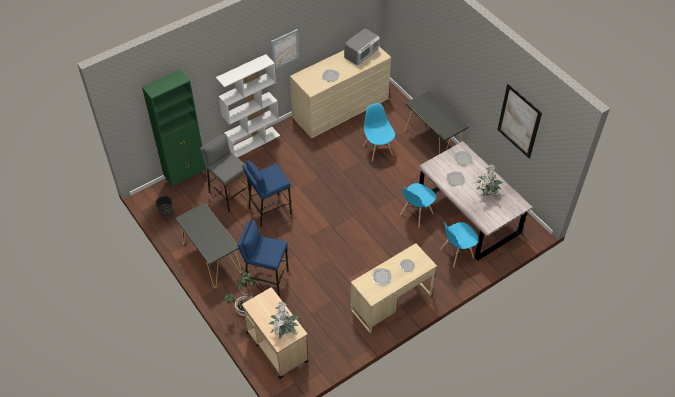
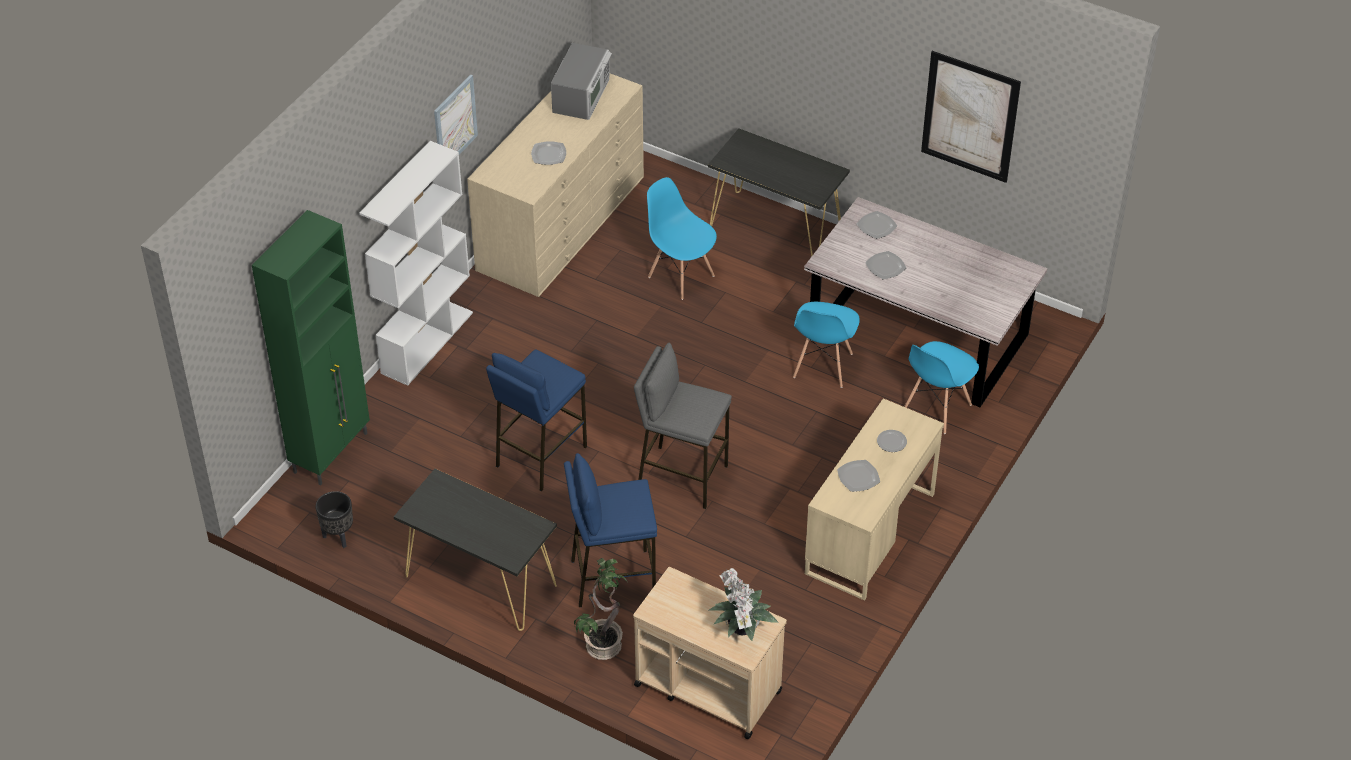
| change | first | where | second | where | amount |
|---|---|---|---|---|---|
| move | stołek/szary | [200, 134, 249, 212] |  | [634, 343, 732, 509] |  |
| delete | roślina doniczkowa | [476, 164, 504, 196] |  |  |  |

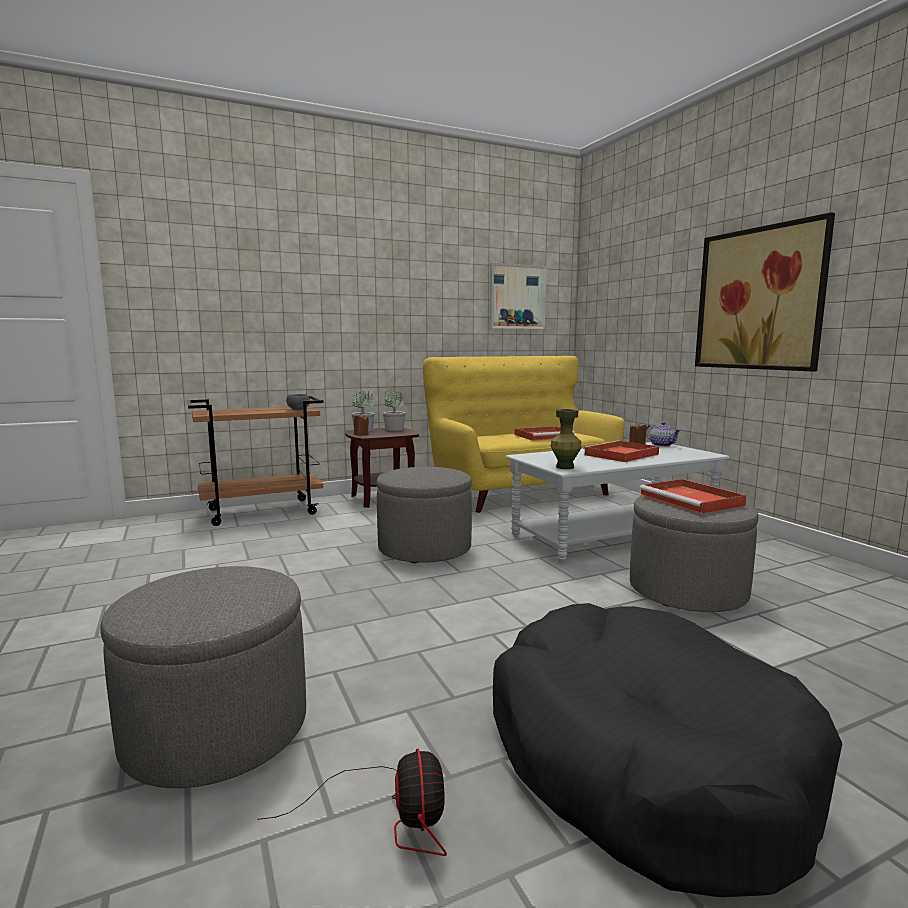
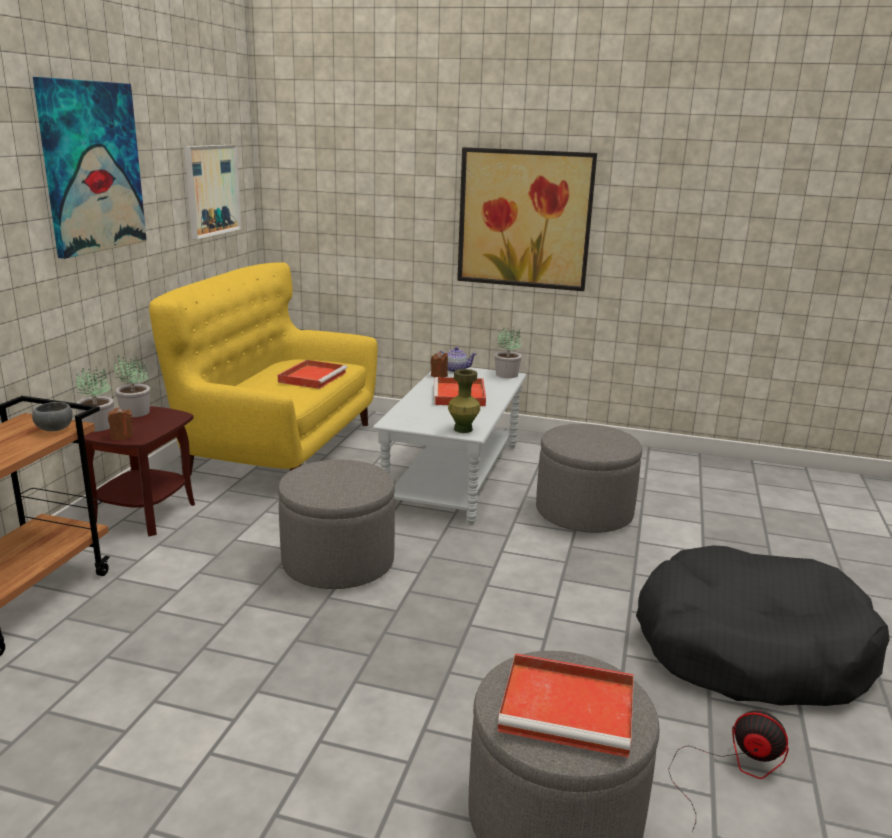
| change | first | where | second | where | amount |
|---|---|---|---|---|---|
| insert |  |  | obraz | [33, 77, 147, 259] |  |
| insert |  |  | roślina doniczkowa | [495, 327, 522, 378] |  |
| move | taca/czerwony | [639, 479, 747, 514] |  | [497, 653, 634, 758] |  |

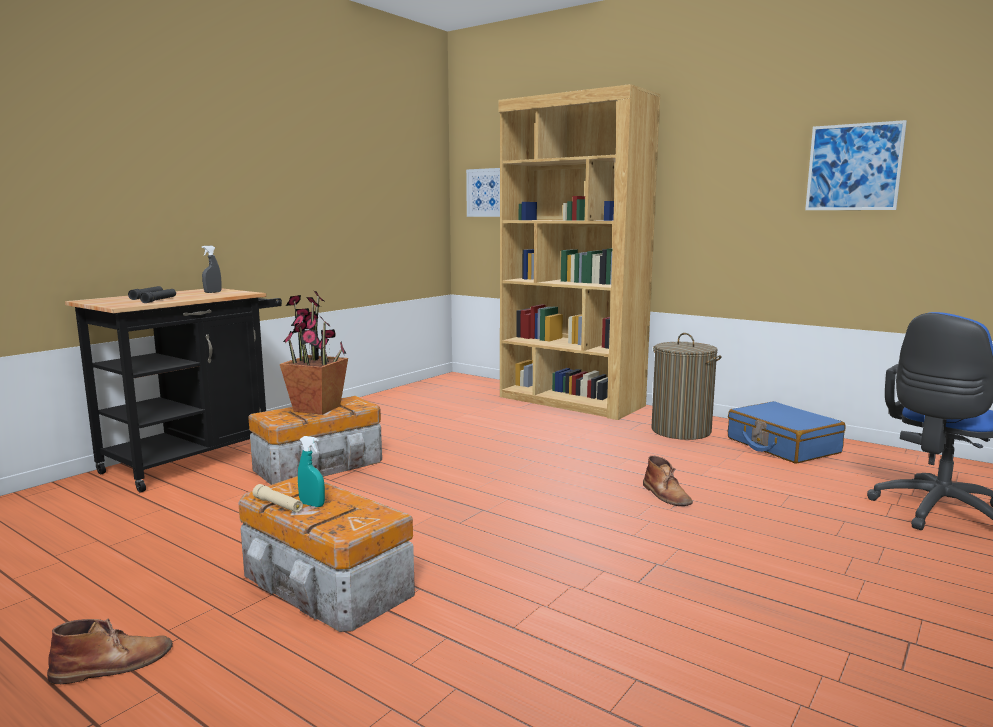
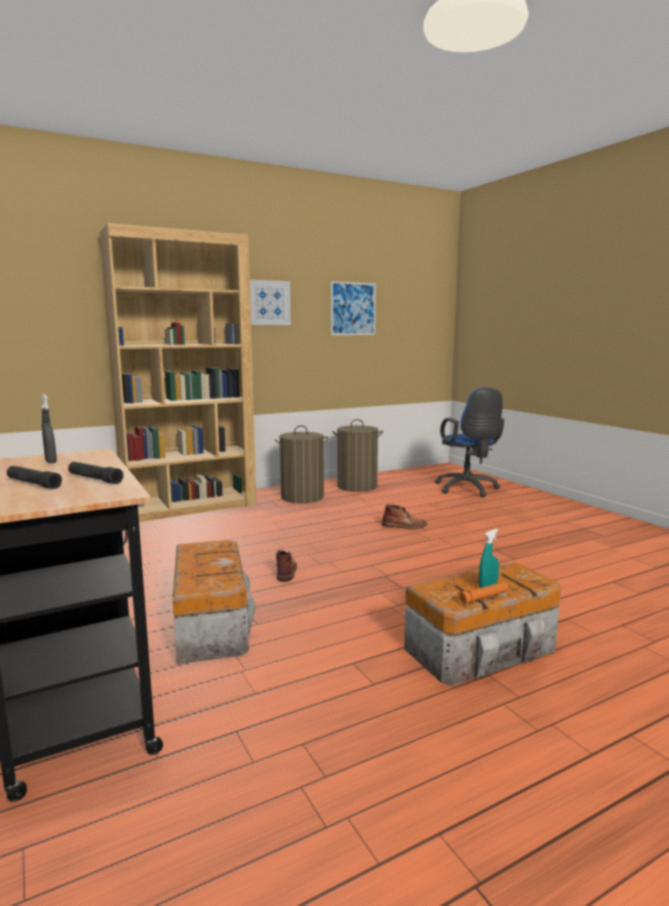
| change | first | where | second | where | amount |
|---|---|---|---|---|---|
| move | obraz | [466, 168, 500, 217] |  | [250, 280, 291, 325] |  |
| move | but z cholewką/brązowy | [47, 619, 173, 684] |  | [276, 550, 297, 582] |  |
| replace | walizka/niebieski | [728, 401, 845, 464] | kosz na pranie | [332, 419, 383, 492] |  |
| recolor | latarka/beżowy | [253, 484, 303, 513] | latarka/pomarańczowy | [458, 582, 509, 605] |  |
| delete | roślina doniczkowa | [280, 291, 348, 415] |  |  |  |

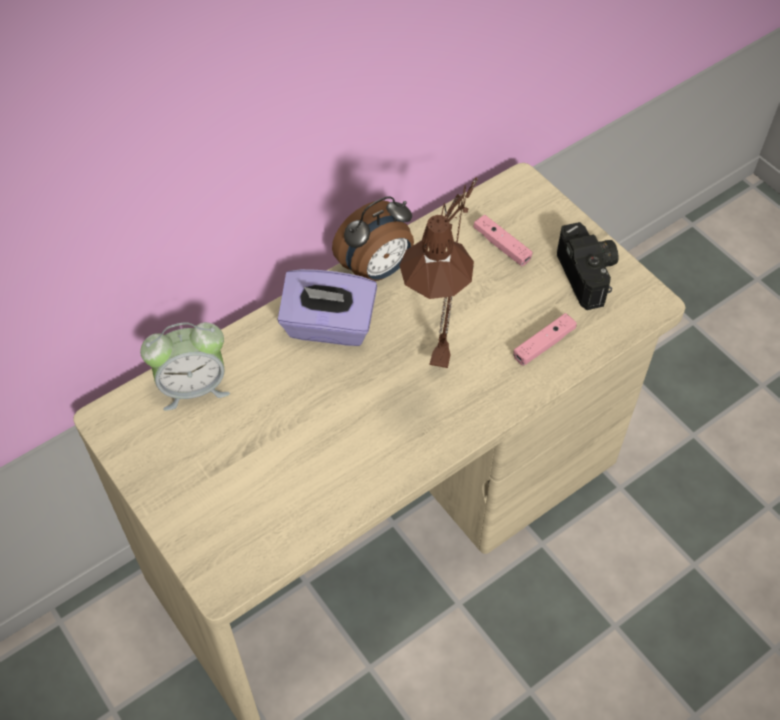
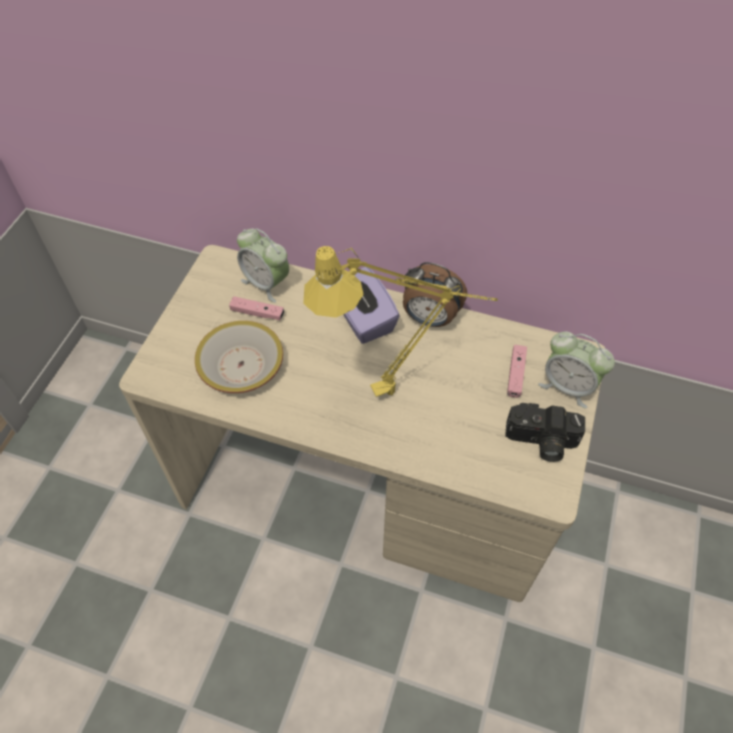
| change | first | where | second | where | amount |
|---|---|---|---|---|---|
| insert |  |  | miska | [195, 321, 283, 393] |  |
| move | pad do gier/różowy | [513, 313, 577, 366] |  | [229, 296, 284, 321] |  |
| recolor | lampa stołowa/brązowy | [399, 177, 478, 369] | lampa stołowa/żółty | [303, 246, 498, 397] |  |
| rotate | aparat fotograficzny | [557, 222, 618, 310] |  | [505, 403, 585, 462] | 60 degrees clockwise |
| insert |  |  | budzik | [538, 332, 615, 408] |  |

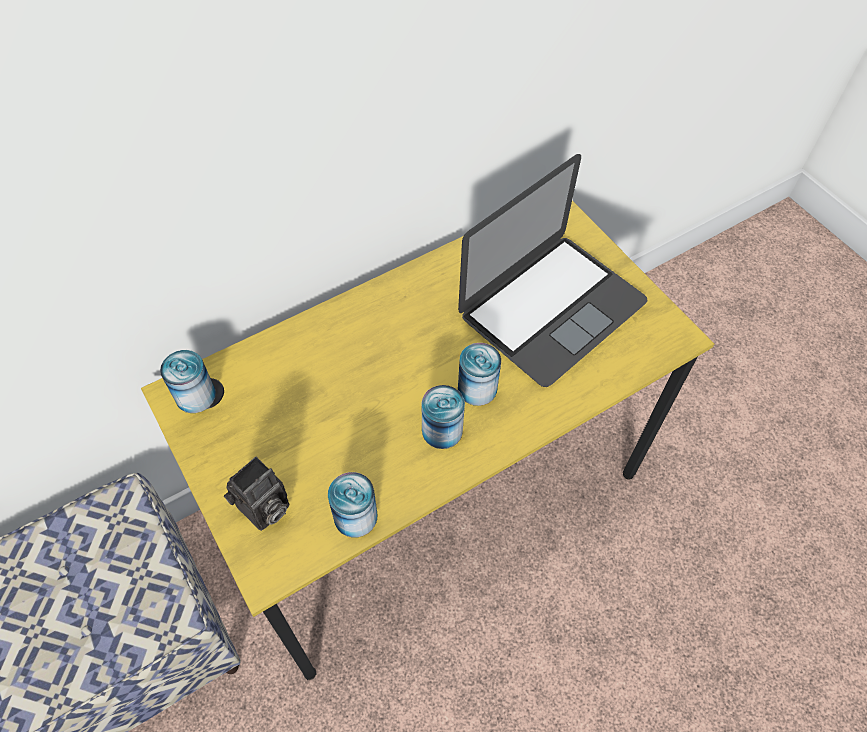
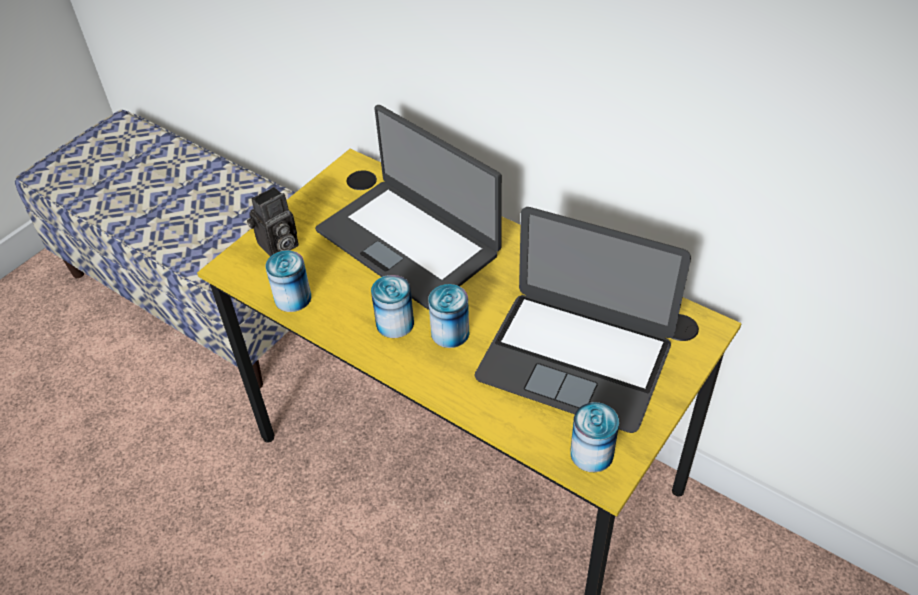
| change | first | where | second | where | amount |
|---|---|---|---|---|---|
| rotate | aparat fotograficzny | [224, 457, 289, 531] |  | [247, 187, 299, 257] | 60 degrees counterclockwise |
| insert |  |  | laptop | [315, 105, 502, 310] |  |
| move | puszka | [160, 350, 216, 413] |  | [570, 402, 619, 472] |  |

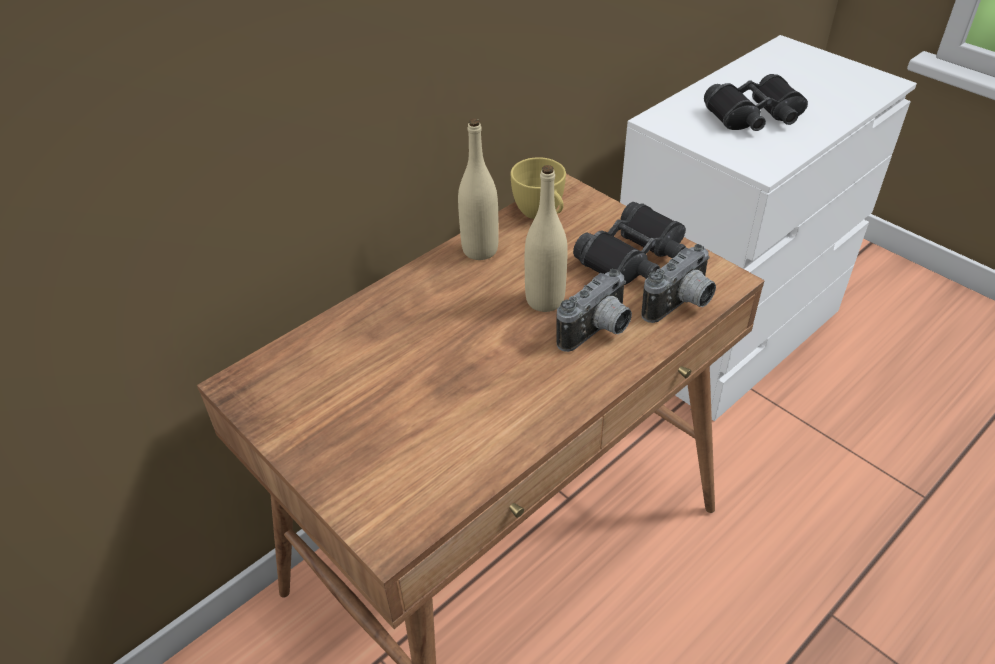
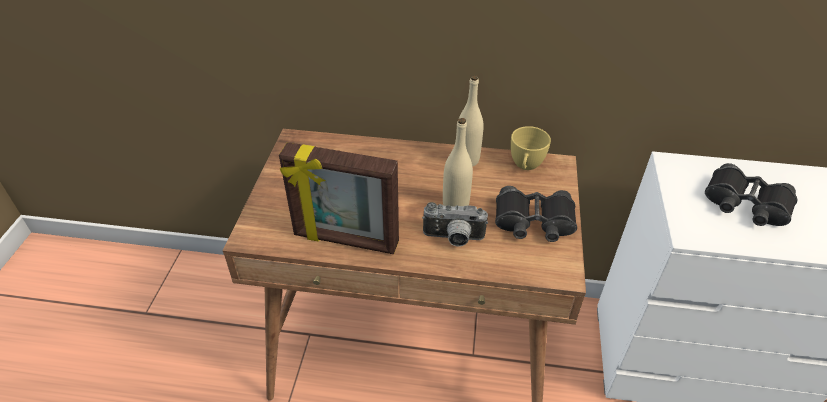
| change | first | where | second | where | amount |
|---|---|---|---|---|---|
| insert |  |  | ramka na zdjęcie | [279, 142, 399, 254] |  |
| delete | aparat fotograficzny | [641, 244, 716, 323] |  |  |  |

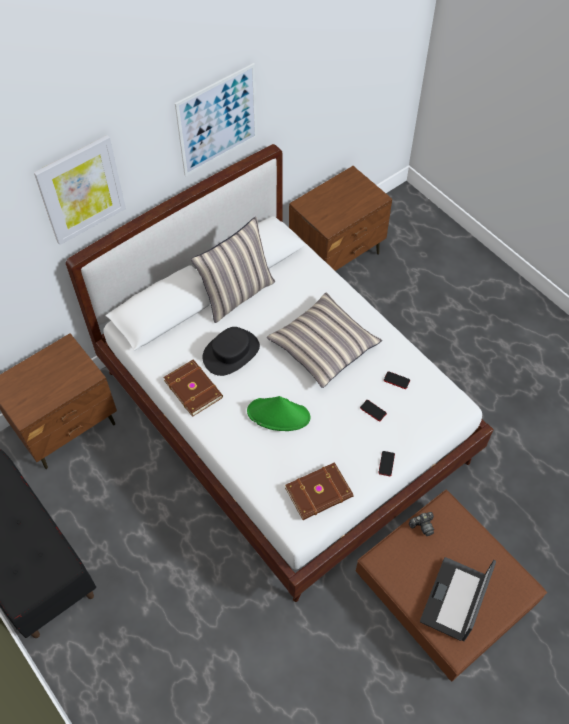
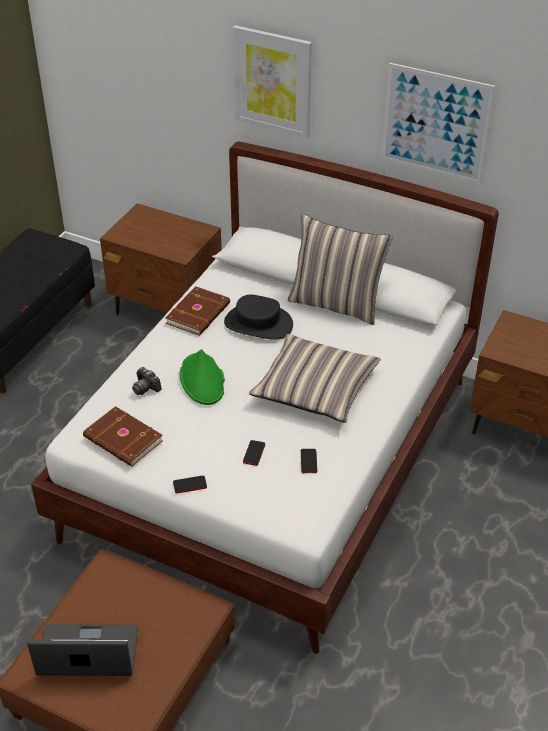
| change | first | where | second | where | amount |
|---|---|---|---|---|---|
| move | aparat fotograficzny | [409, 512, 434, 536] |  | [132, 367, 162, 395] |  |

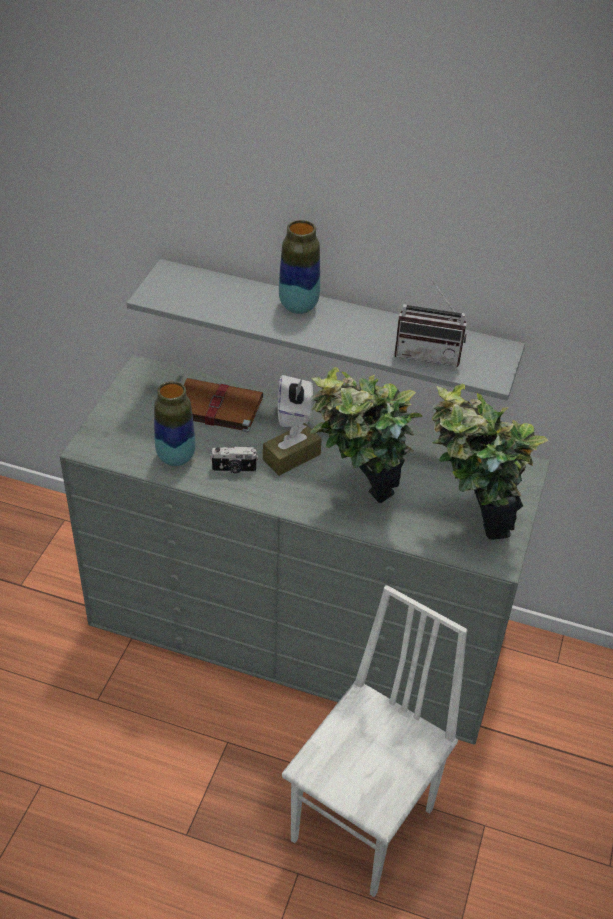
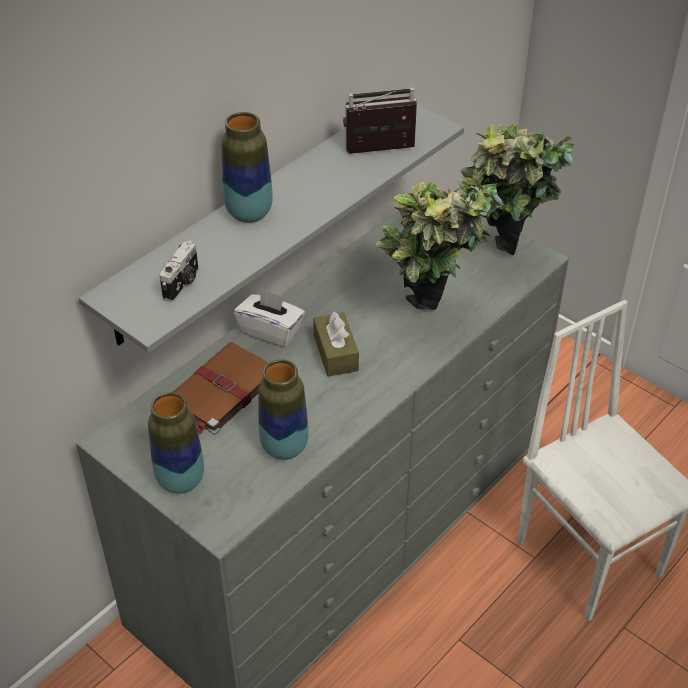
| change | first | where | second | where | amount |
|---|---|---|---|---|---|
| insert |  |  | wazon | [148, 392, 204, 494] |  |
| move | aparat fotograficzny | [210, 447, 258, 473] |  | [159, 241, 199, 302] |  |
| rotate | radio | [394, 280, 467, 367] |  | [343, 88, 417, 154] | 135 degrees counterclockwise |

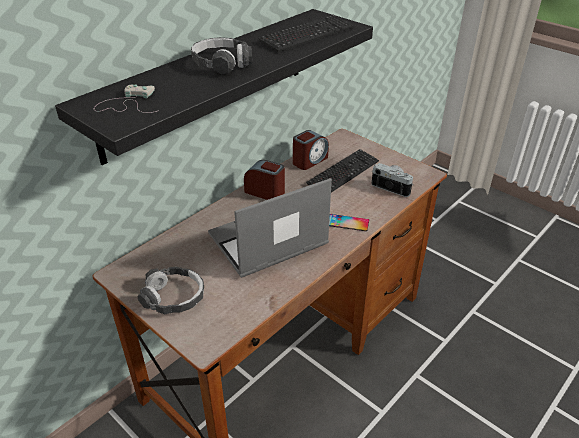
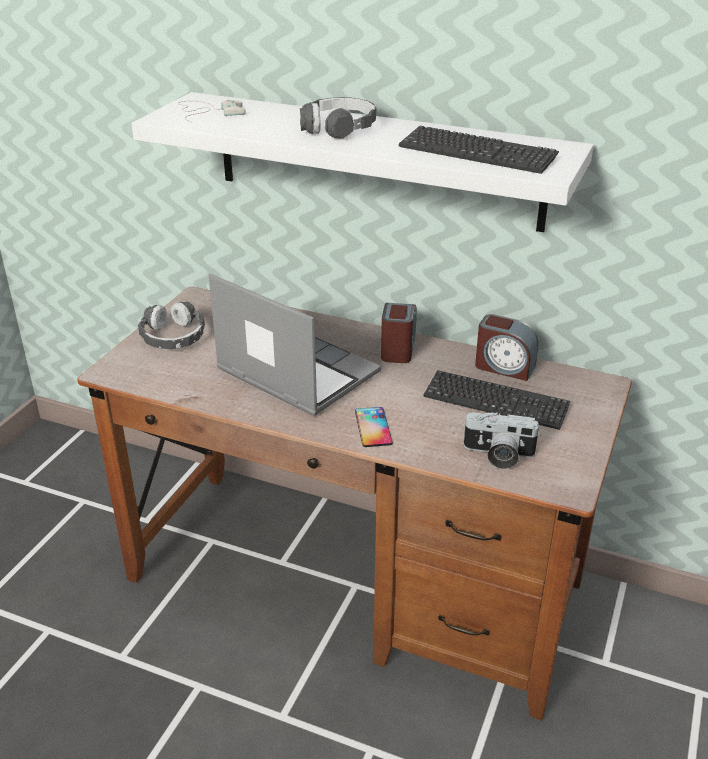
| change | first | where | second | where | amount |
|---|---|---|---|---|---|
| recolor | półka/czarny | [55, 9, 373, 165] | półka/biały | [131, 92, 594, 232] |  |
| rotate | aparat fotograficzny | [371, 163, 413, 197] |  | [462, 412, 541, 469] | 90 degrees clockwise |

